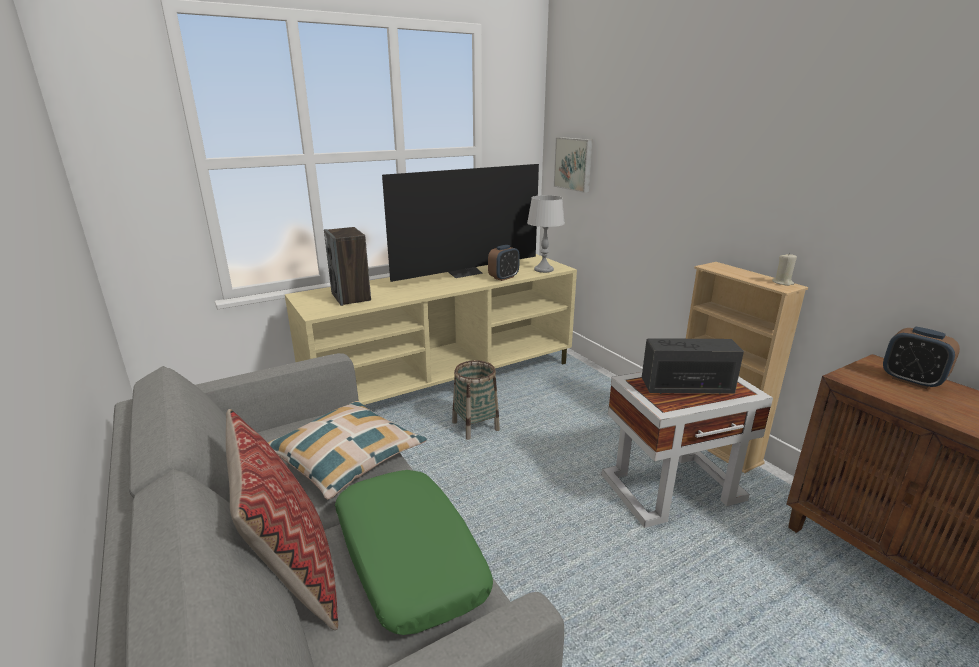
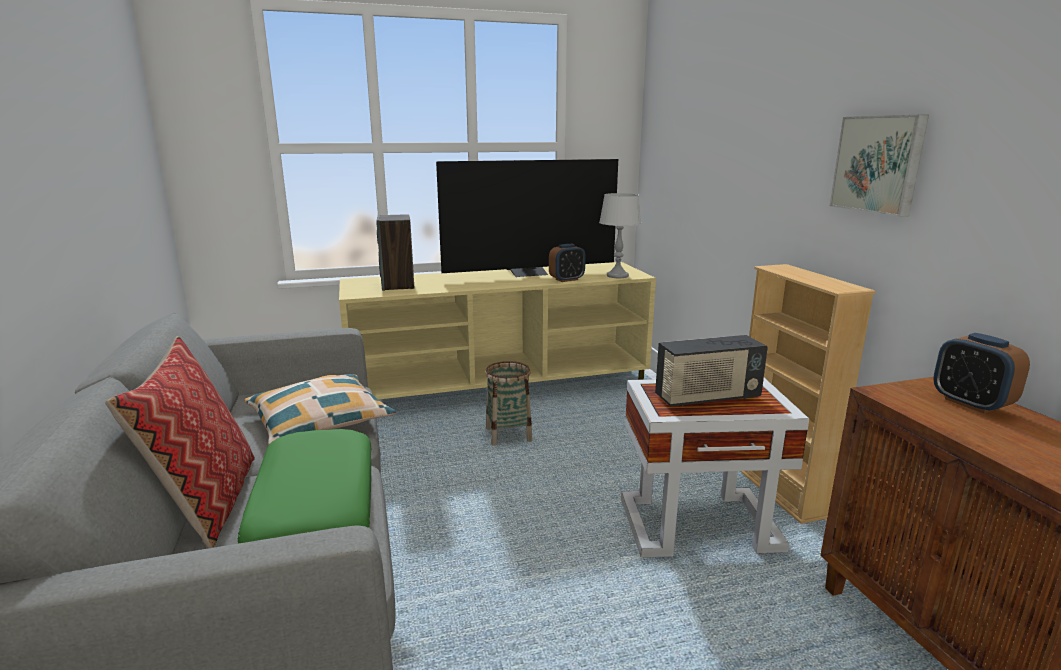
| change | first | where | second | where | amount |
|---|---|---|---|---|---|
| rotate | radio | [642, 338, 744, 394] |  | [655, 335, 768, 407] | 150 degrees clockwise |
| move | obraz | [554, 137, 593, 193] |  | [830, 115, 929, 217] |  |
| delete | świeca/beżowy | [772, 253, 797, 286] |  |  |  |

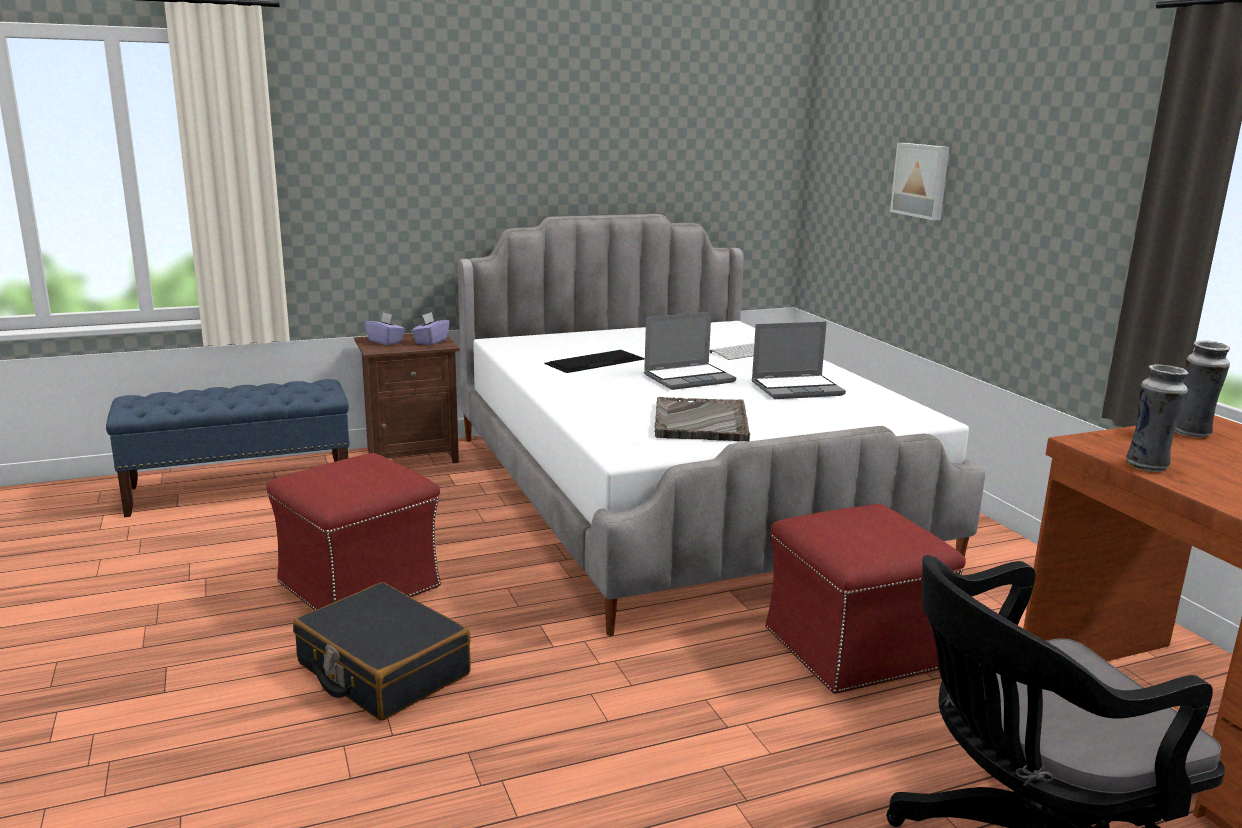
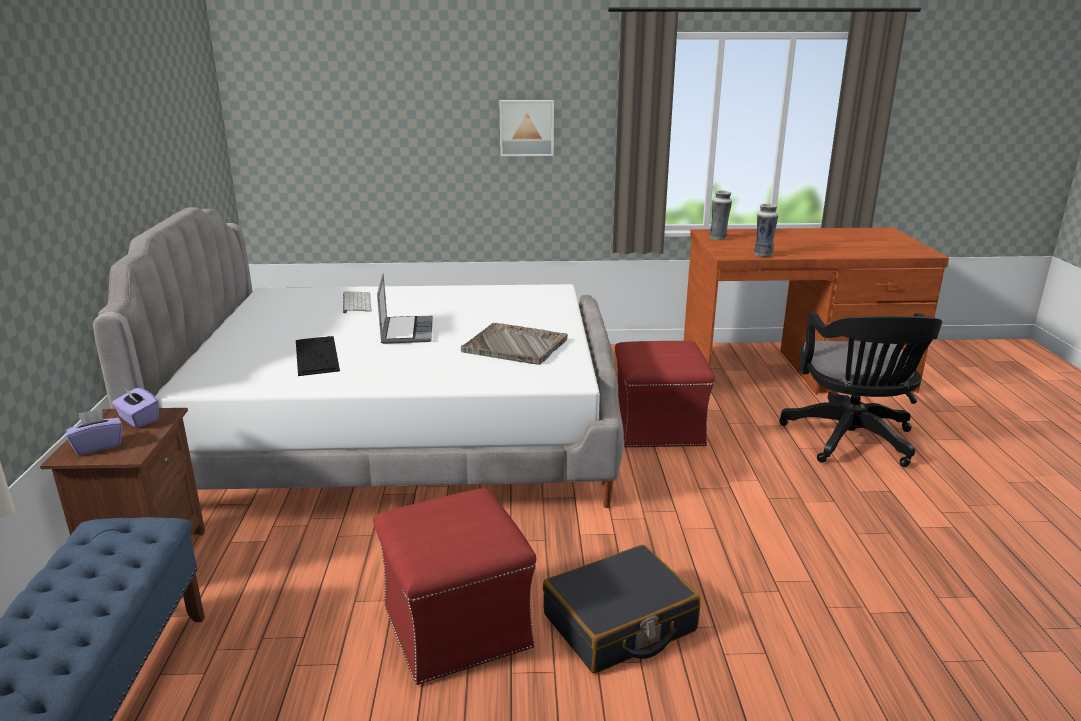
| change | first | where | second | where | amount |
|---|---|---|---|---|---|
| move | obraz | [890, 143, 949, 220] |  | [499, 100, 554, 156] |  |
| delete | laptop | [751, 322, 846, 399] |  |  |  |

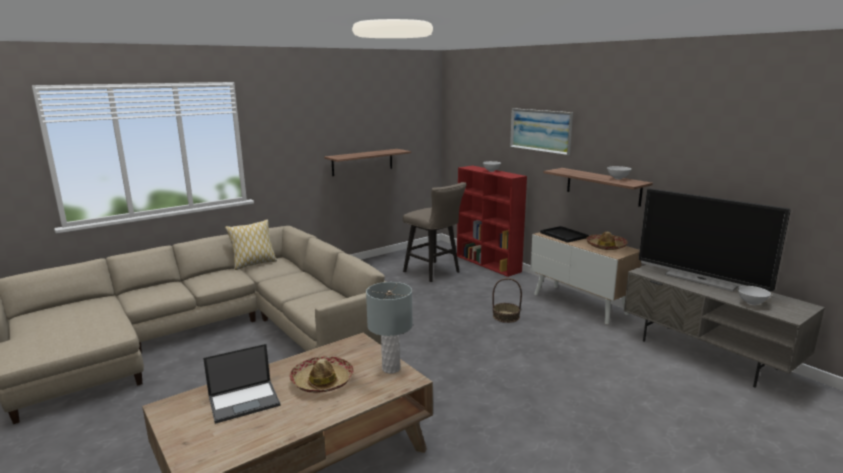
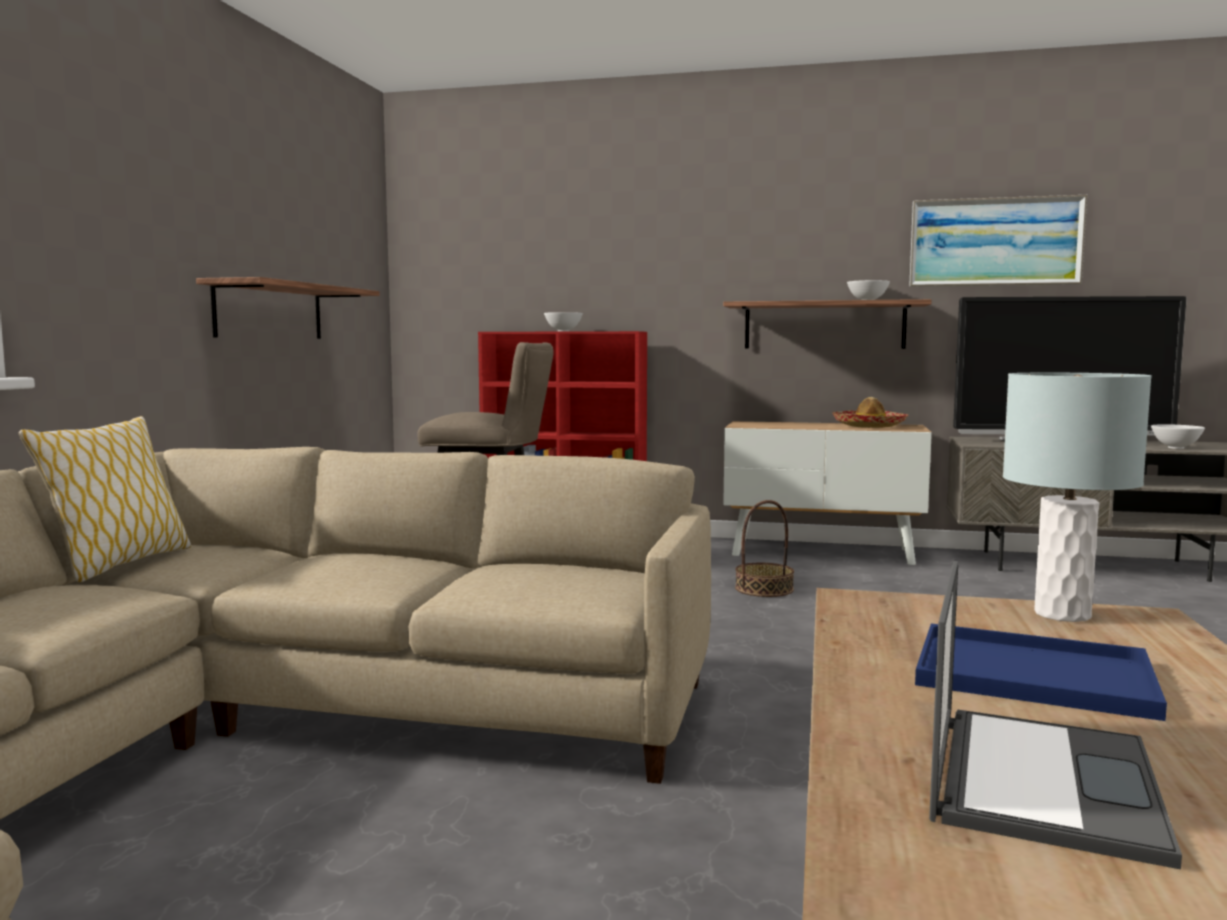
| change | first | where | second | where | amount |
|---|---|---|---|---|---|
| move | obraz | [510, 108, 573, 156] |  | [909, 195, 1087, 287] |  |
| replace | kapelusz | [289, 356, 354, 393] | taca/niebieski | [915, 623, 1167, 721] |  |
| delete | taca/czarny | [540, 226, 589, 243] |  |  |  |

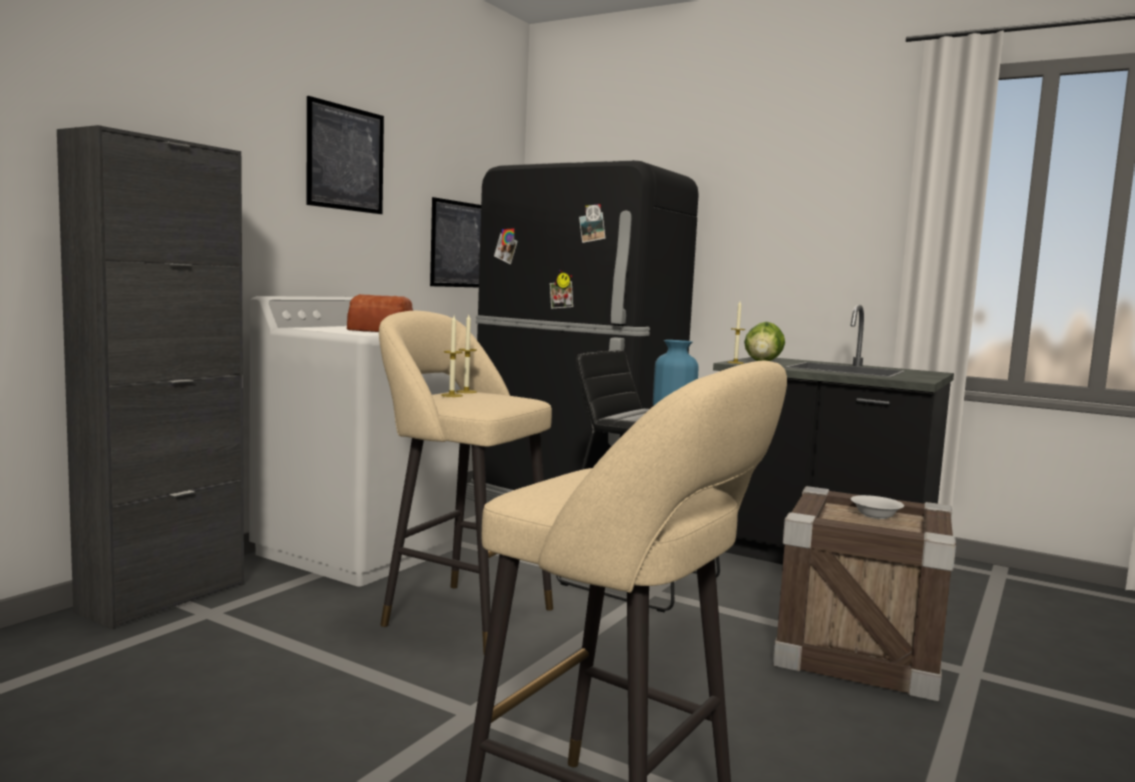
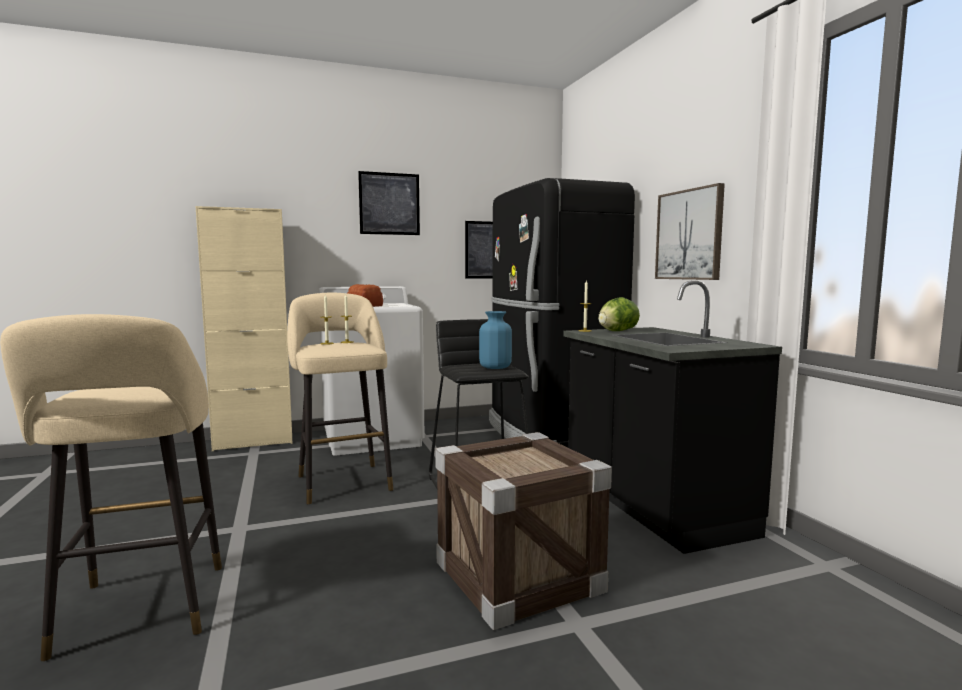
| change | first | where | second | where | amount |
|---|---|---|---|---|---|
| recolor | szafka/czarny | [57, 125, 244, 629] | szafka/beżowy | [196, 206, 292, 451] |  |
| insert |  |  | obraz | [655, 183, 725, 280] |  |
| delete | miska/biały | [851, 495, 904, 519] |  |  |  |

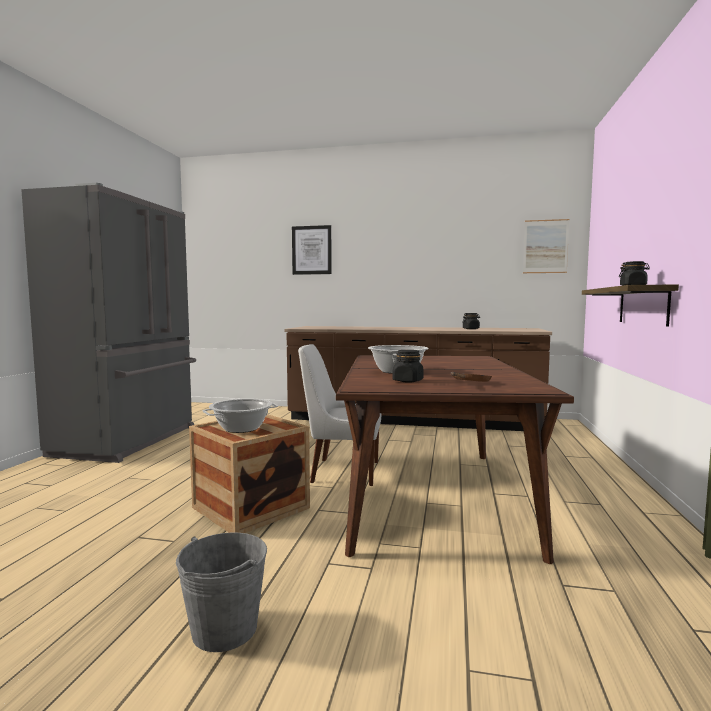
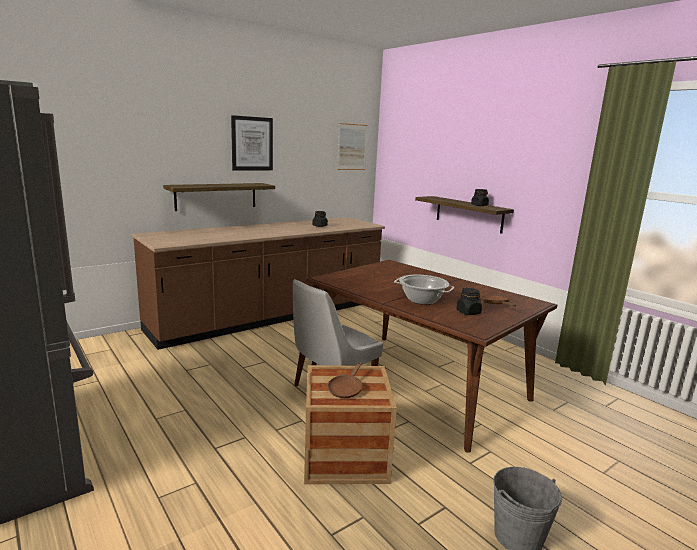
| change | first | where | second | where | amount |
|---|---|---|---|---|---|
| insert |  |  | półka | [163, 183, 275, 211] |  |
| move | obraz | [292, 225, 332, 275] |  | [231, 115, 273, 170] |  |
| replace | garnek | [203, 399, 278, 433] | patelnia/brązowy | [328, 362, 362, 398] |  |

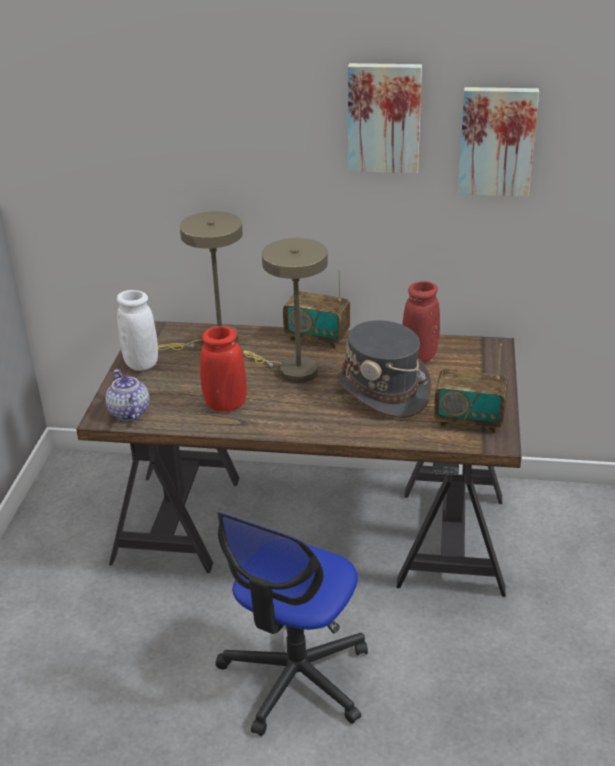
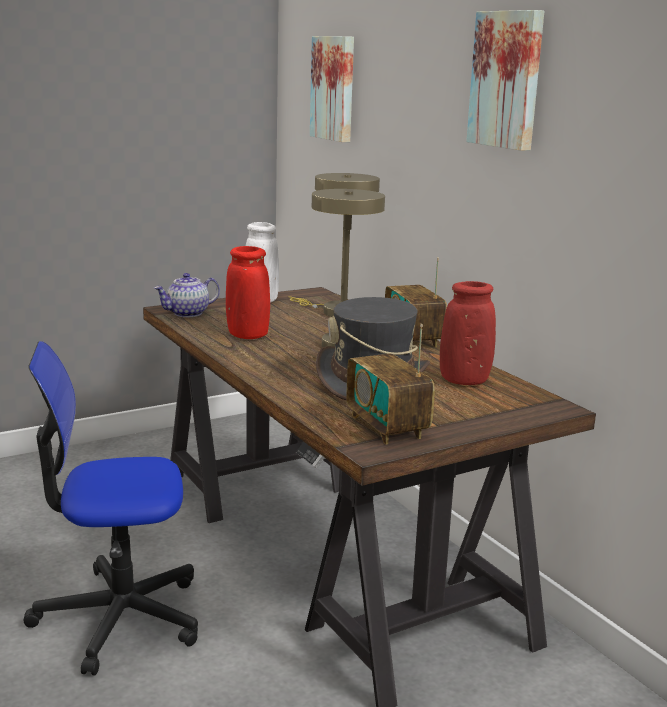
| change | first | where | second | where | amount |
|---|---|---|---|---|---|
| rotate | imbryk | [105, 369, 150, 421] |  | [154, 273, 220, 317] | 150 degrees counterclockwise |
| move | obraz | [458, 87, 539, 197] |  | [310, 36, 354, 142] |  |

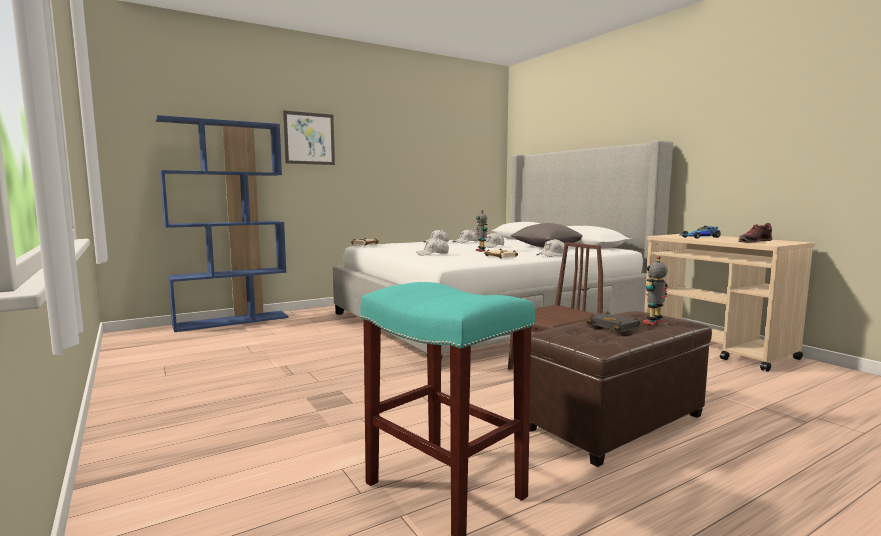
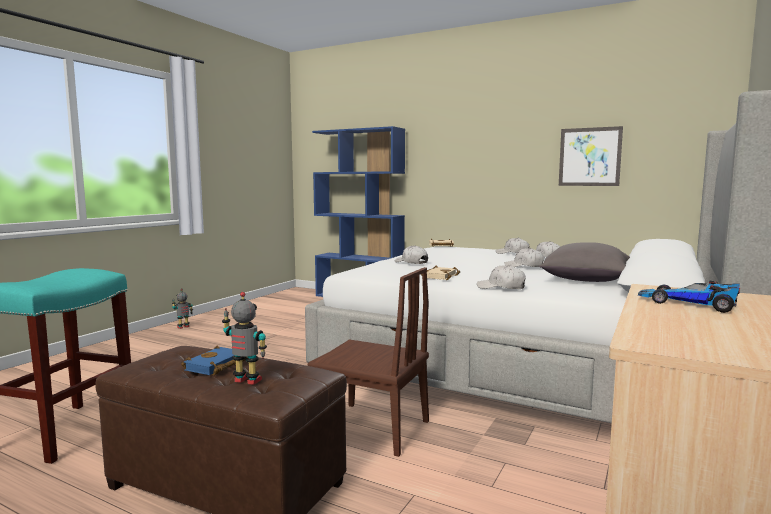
| change | first | where | second | where | amount |
|---|---|---|---|---|---|
| move | robot zabawkowy | [476, 210, 488, 252] |  | [172, 288, 193, 329] |  |
| recolor | książka/czarny | [586, 311, 641, 332] | książka/niebieski | [181, 346, 247, 376] |  |
| move | obraz | [283, 110, 335, 165] |  | [559, 126, 623, 186] |  |
| delete | but | [738, 223, 773, 243] |  |  |  |

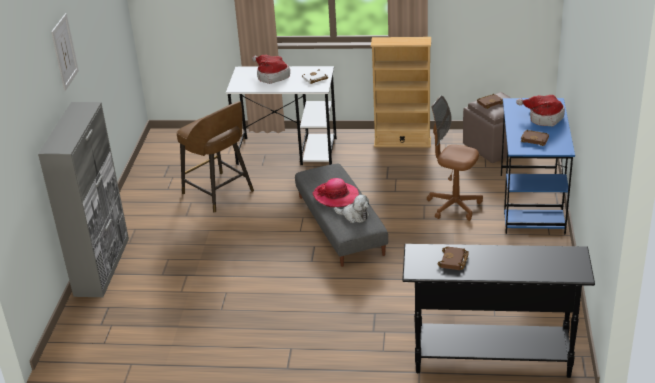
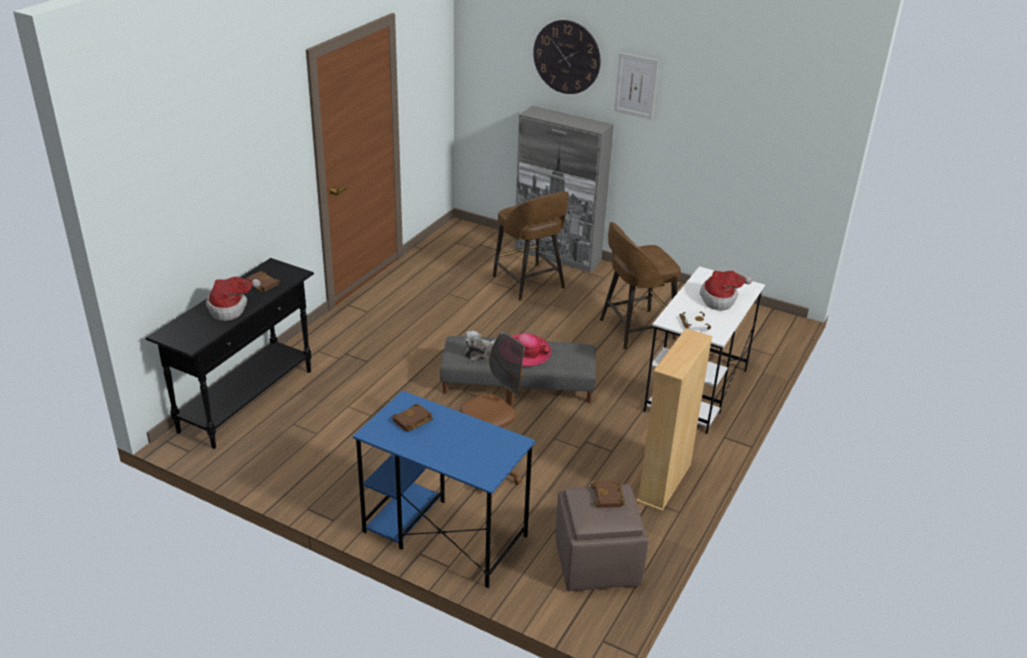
| change | first | where | second | where | amount |
|---|---|---|---|---|---|
| move | kapelusz | [516, 95, 565, 126] |  | [206, 276, 261, 321] |  |
| insert |  |  | stołek/brązowy | [493, 192, 568, 301] |  |
| insert |  |  | zegar ścienny | [533, 20, 601, 94] |  |

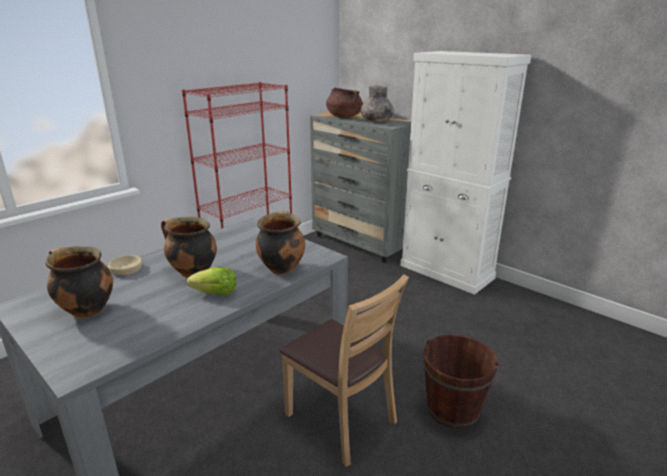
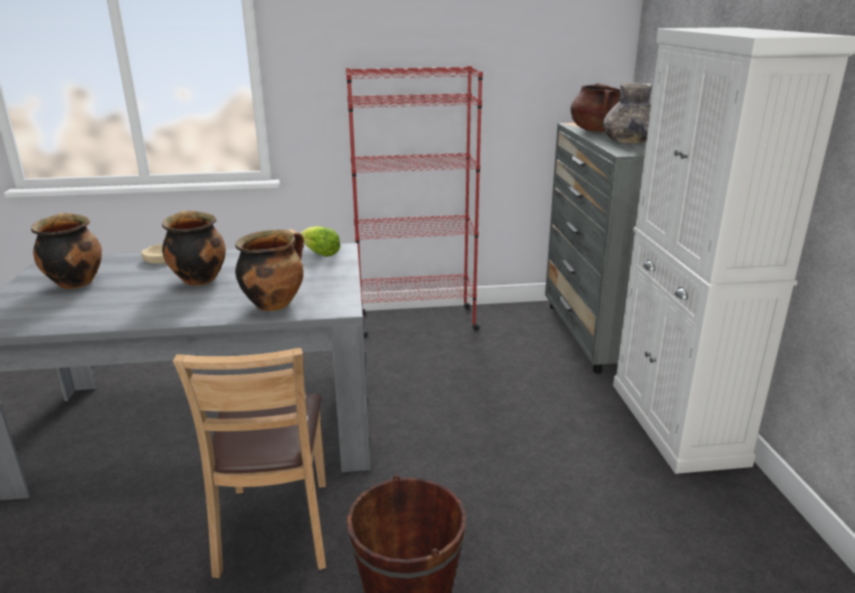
| change | first | where | second | where | amount |
|---|---|---|---|---|---|
| move | sałata | [187, 267, 236, 295] |  | [300, 226, 340, 257] |  |

